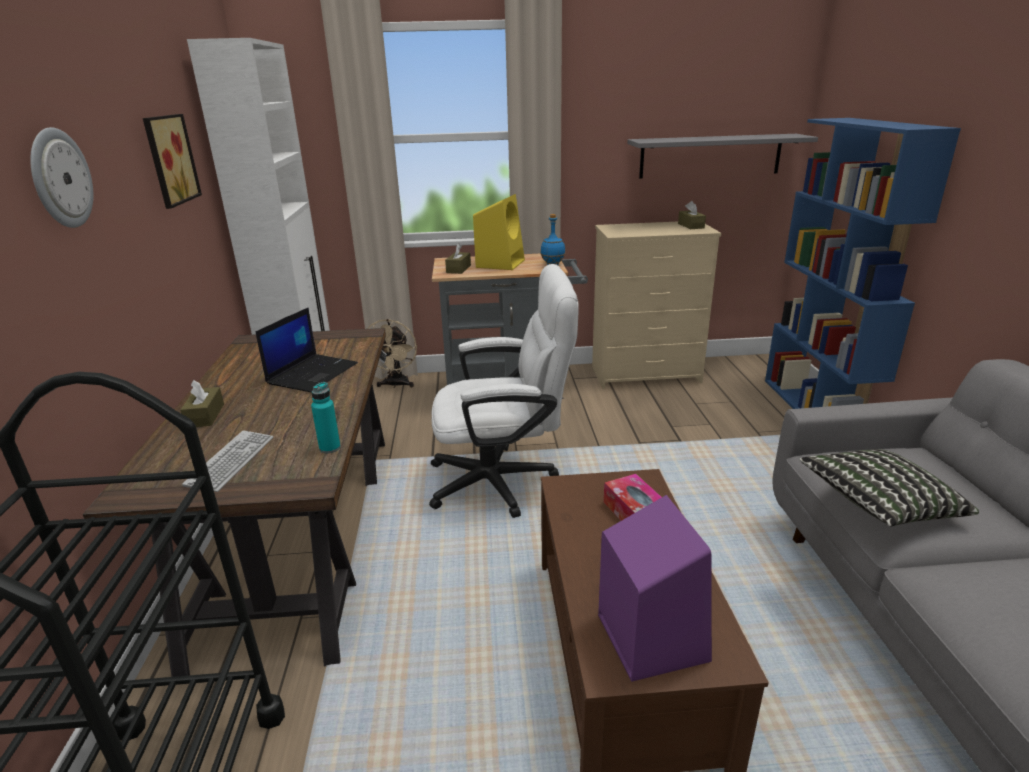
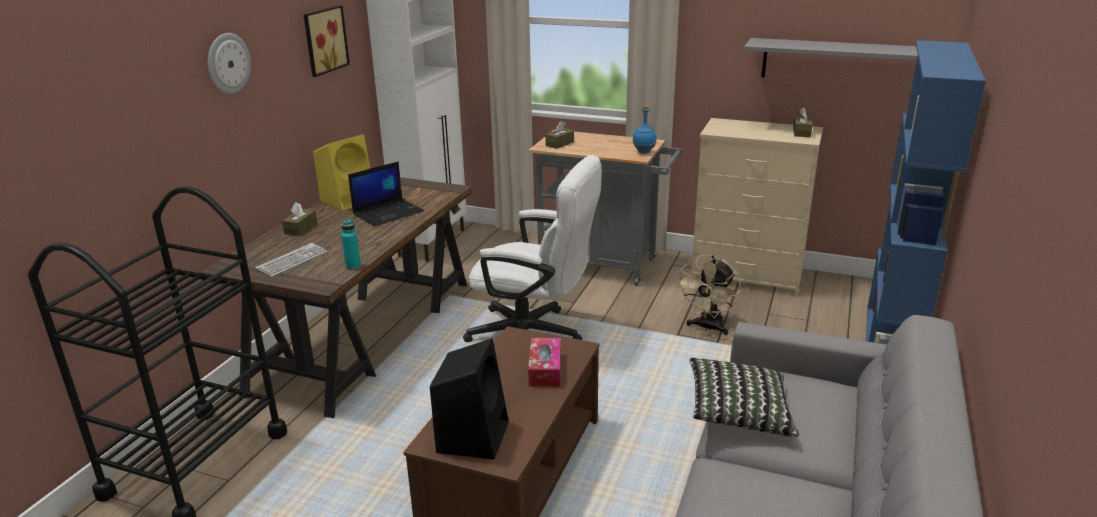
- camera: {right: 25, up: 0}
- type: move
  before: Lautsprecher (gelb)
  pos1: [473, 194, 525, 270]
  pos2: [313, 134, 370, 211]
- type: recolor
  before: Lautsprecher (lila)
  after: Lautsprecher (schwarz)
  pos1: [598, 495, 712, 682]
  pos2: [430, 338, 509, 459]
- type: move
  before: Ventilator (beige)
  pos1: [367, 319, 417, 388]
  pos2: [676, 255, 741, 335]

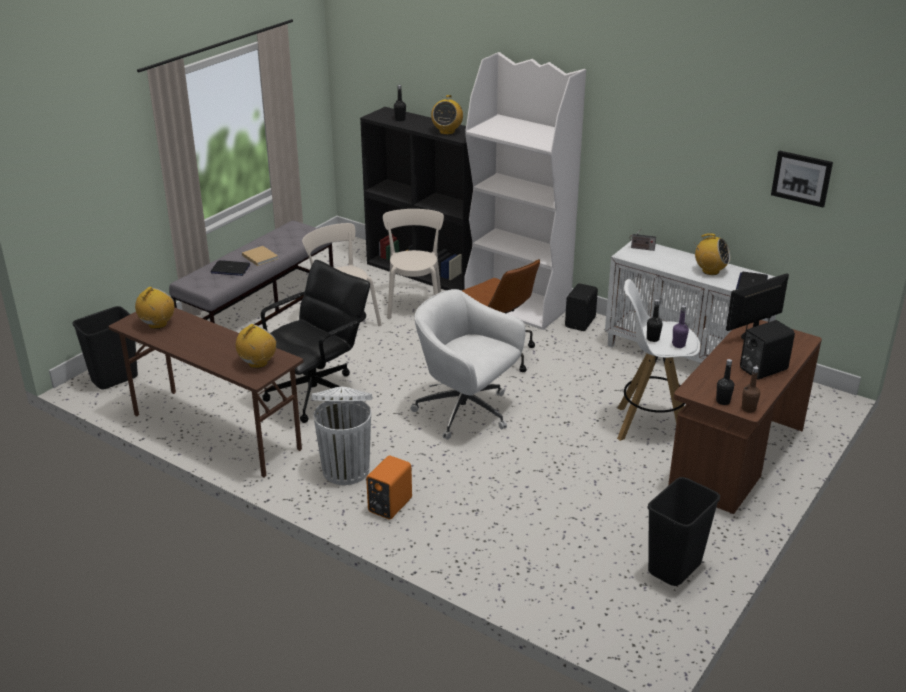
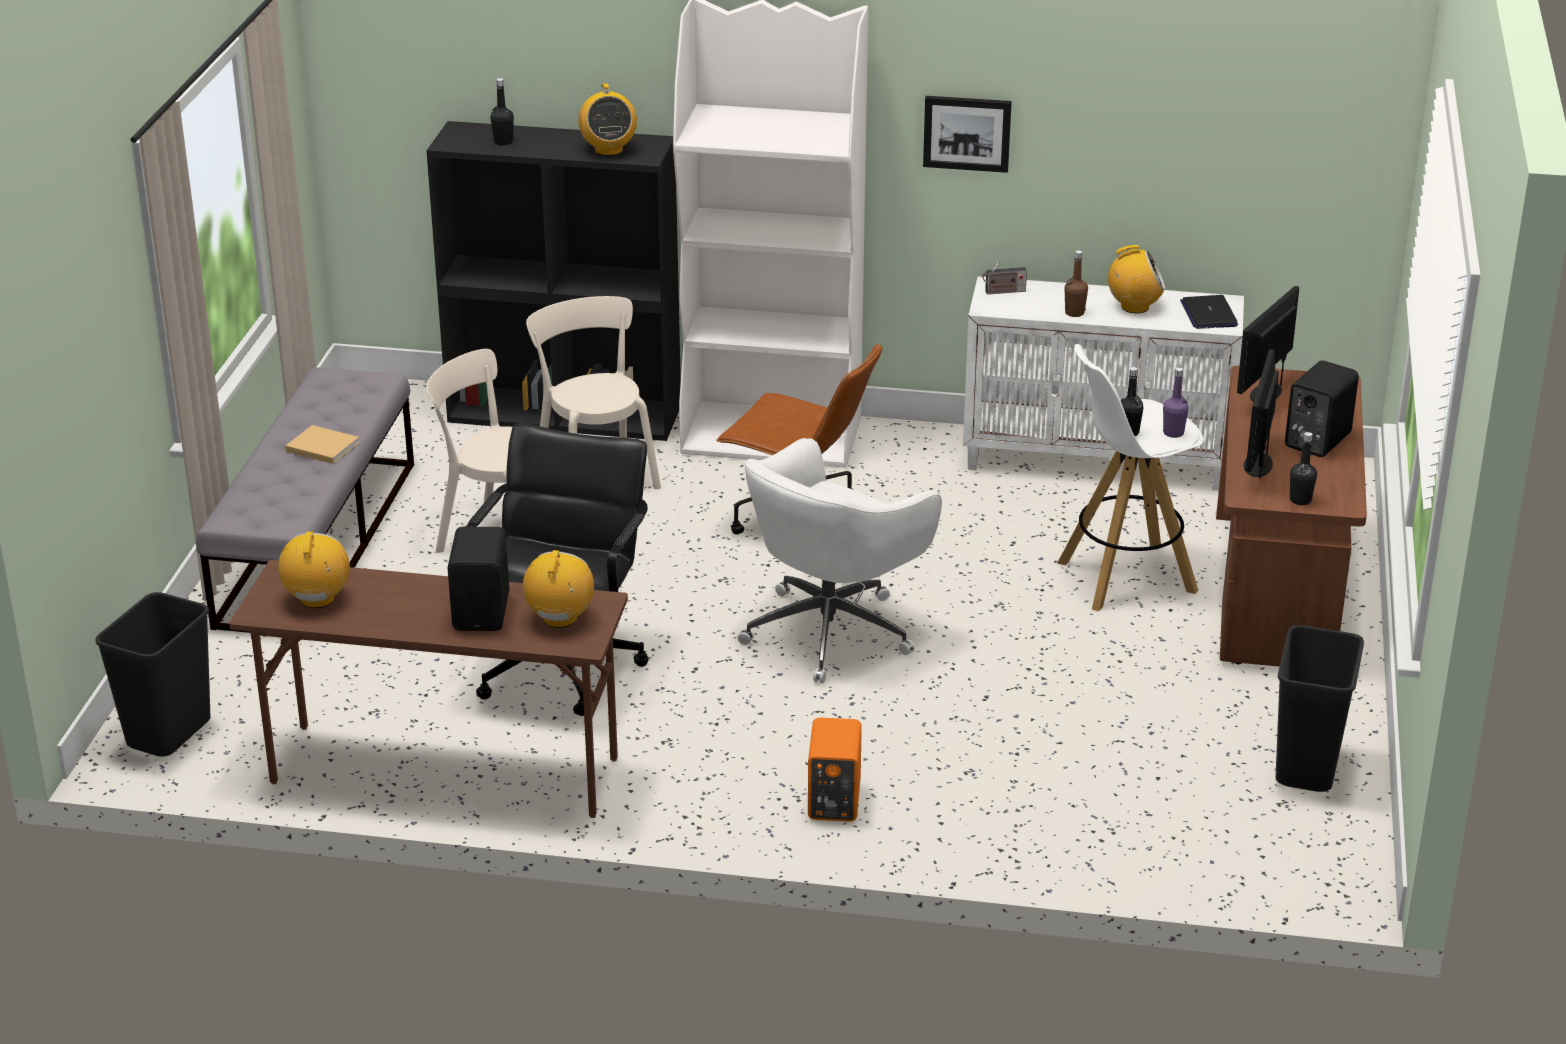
- camera: {right: -25, up: 0}
- type: move
  before: Lautsprecher (schwarz)
  pos1: [565, 283, 598, 331]
  pos2: [448, 527, 509, 631]
- type: rotate
  before: Bürostuhl (weiß)
  pos1: [410, 289, 525, 440]
  pos2: [737, 438, 942, 684]
  turn: -60
- type: move
  before: Bild
  pos1: [771, 150, 833, 207]
  pos2: [923, 96, 1012, 173]
- type: move
  before: Flasche (braun)
  pos1: [742, 366, 760, 413]
  pos2: [1065, 250, 1088, 317]
- type: insert
  after: Monitor
  pos2: [1244, 349, 1279, 478]
- type: delete
  before: Laptop
  pos1: [211, 260, 250, 276]
- type: delete
  before: Mülleimer (weiß)
  pos1: [311, 387, 372, 485]

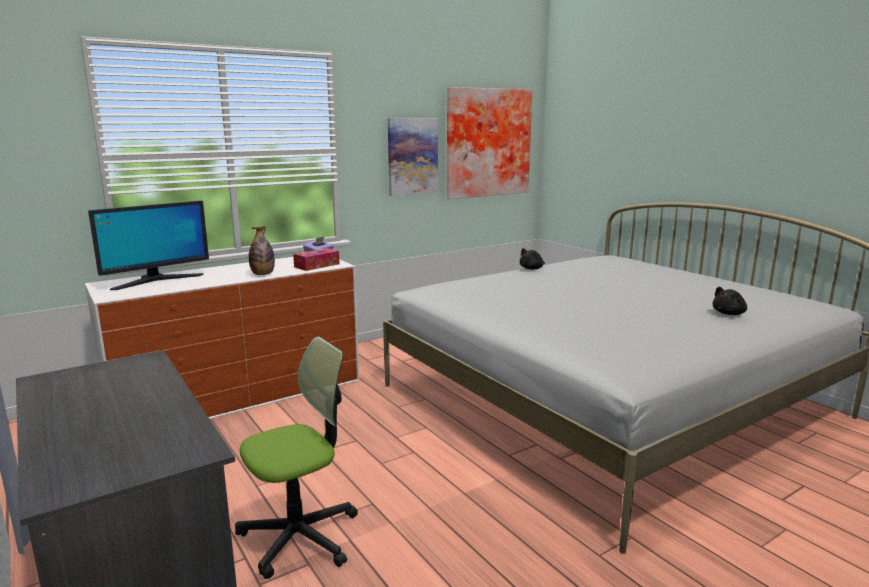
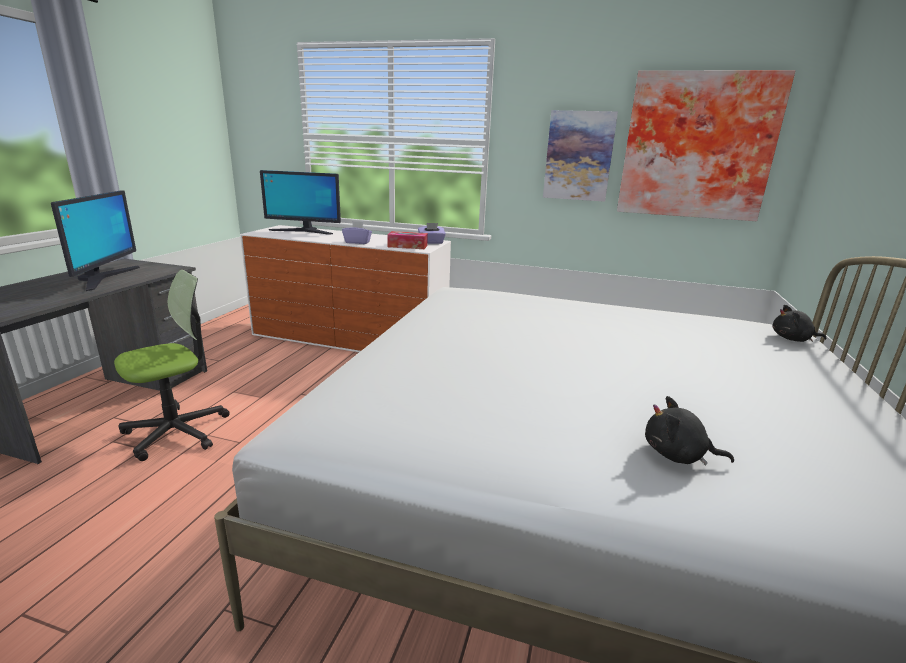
- camera: {right: 50, up: 5}
- type: insert
  after: Monitor
  pos2: [51, 190, 140, 291]
- type: rotate
  before: Bürostuhl
  pos1: [235, 337, 358, 579]
  pos2: [114, 270, 230, 461]
  turn: -60
- type: replace
  before: Flasche
  after: Taschentuchbox (lila)
  pos1: [249, 226, 275, 275]
  pos2: [342, 221, 372, 244]
- type: move
  before: Plüschtier (schwarz)
  pos1: [520, 248, 545, 270]
  pos2: [773, 305, 827, 342]

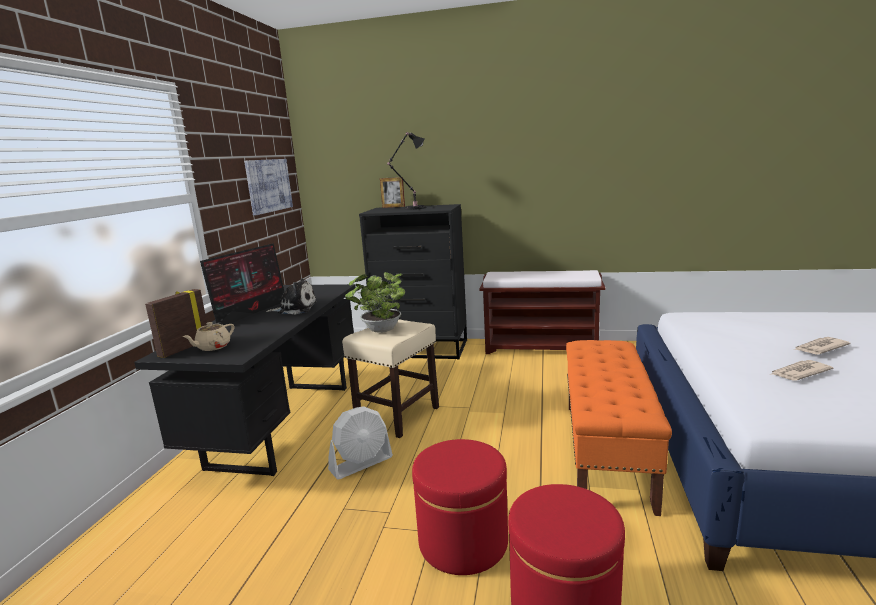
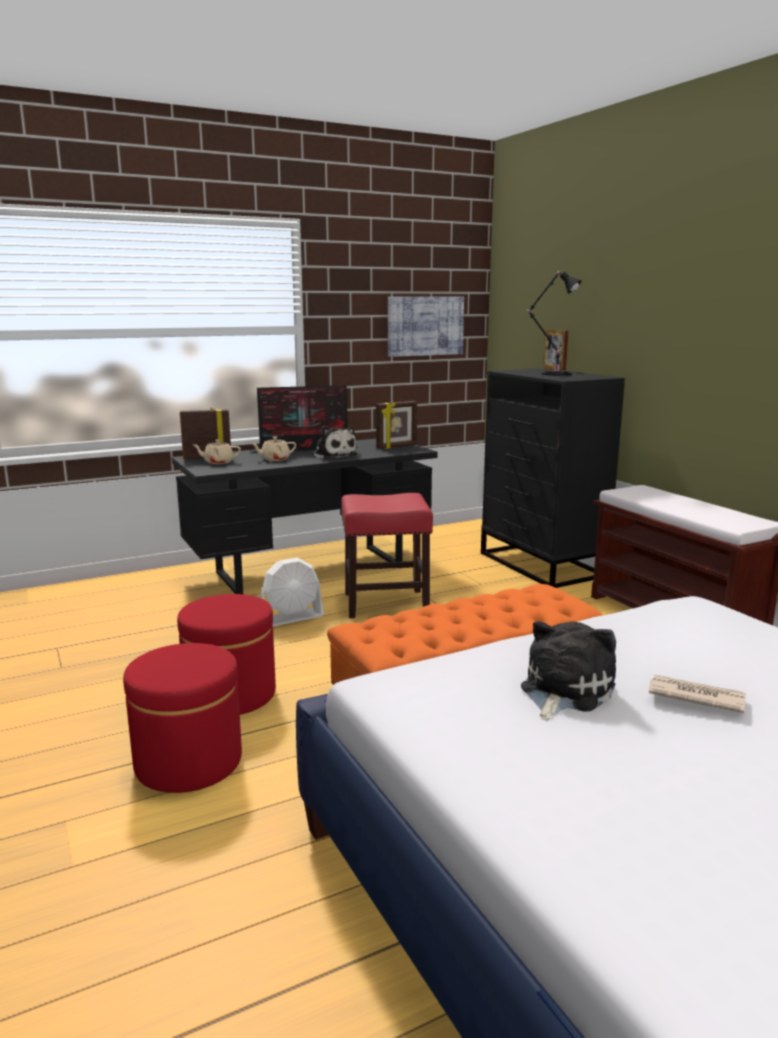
- camera: {right: 50, up: 0}
- type: insert
  after: Teekanne (beige)
  pos2: [250, 437, 296, 461]
- type: rotate
  before: Ventilator (weiß)
  pos1: [328, 406, 393, 479]
  pos2: [259, 557, 324, 627]
  turn: -45
- type: recolor
  before: Hocker (beige)
  after: Hocker (rot)
  pos1: [342, 319, 439, 438]
  pos2: [341, 493, 433, 618]
- type: insert
  after: Bilderrahmen
  pos2: [376, 401, 417, 449]
- type: replace
  before: Zeitung
  after: Plüschtier
  pos1: [772, 360, 833, 381]
  pos2: [521, 621, 616, 721]
- type: delete
  before: Topfpflanze
  pos1: [345, 272, 405, 333]

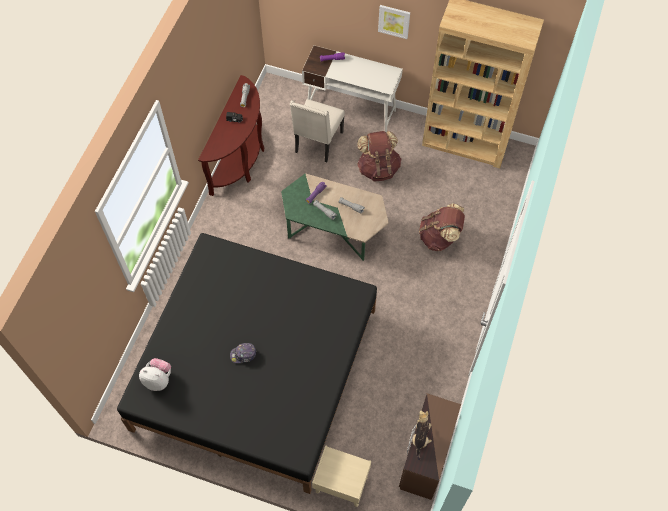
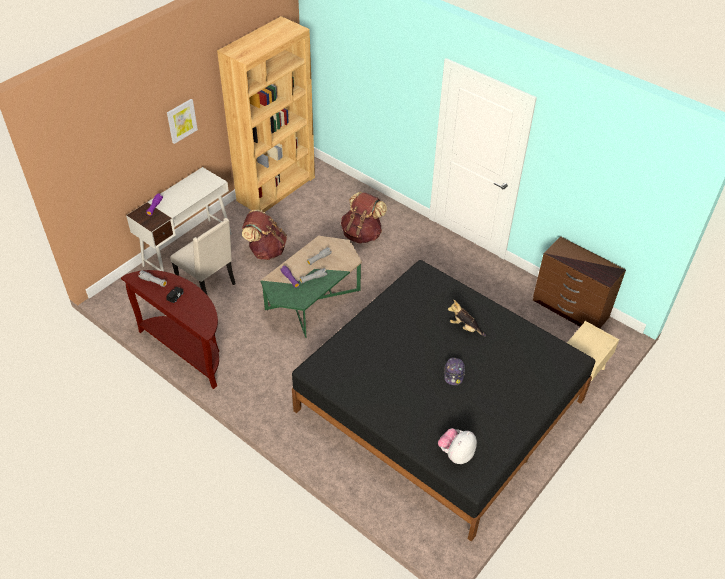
- camera: {right: -70, up: -15}
- type: move
  before: Plüschtier
  pos1: [413, 411, 432, 460]
  pos2: [448, 300, 486, 336]

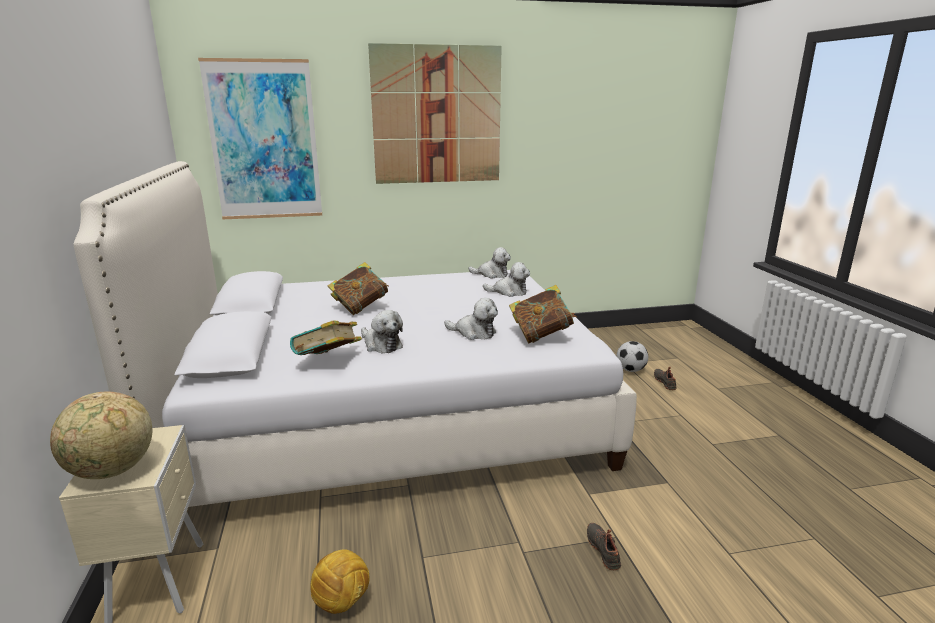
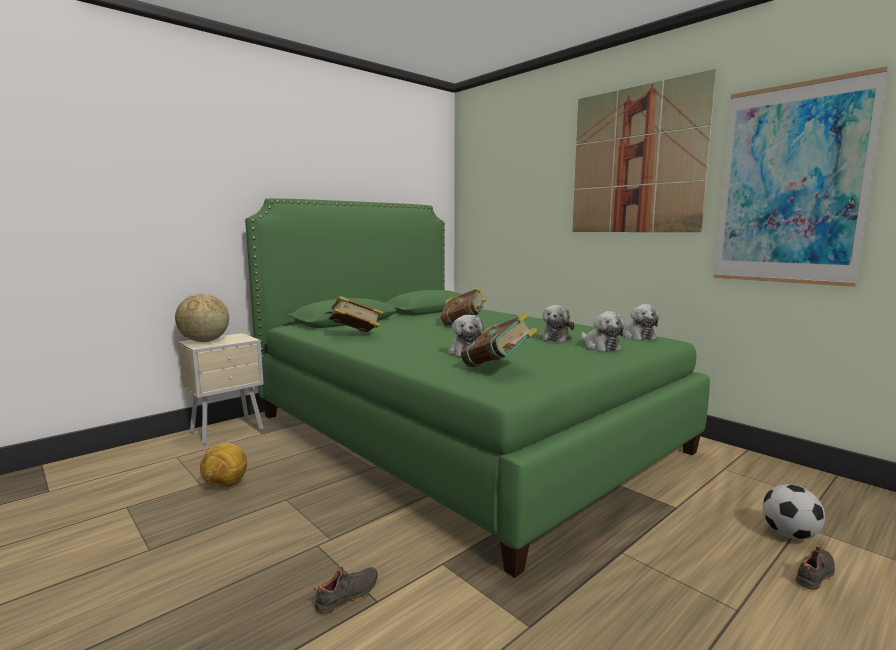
- camera: {right: 60, up: -10}
- type: recolor
  before: Bett (weiß)
  after: Bett (grün)
  pos1: [74, 161, 637, 507]
  pos2: [245, 198, 710, 578]
- type: move
  before: Plüschtier
  pos1: [361, 310, 403, 353]
  pos2: [539, 305, 575, 342]
- type: move
  before: Bild
  pos1: [198, 58, 322, 219]
  pos2: [714, 66, 889, 287]

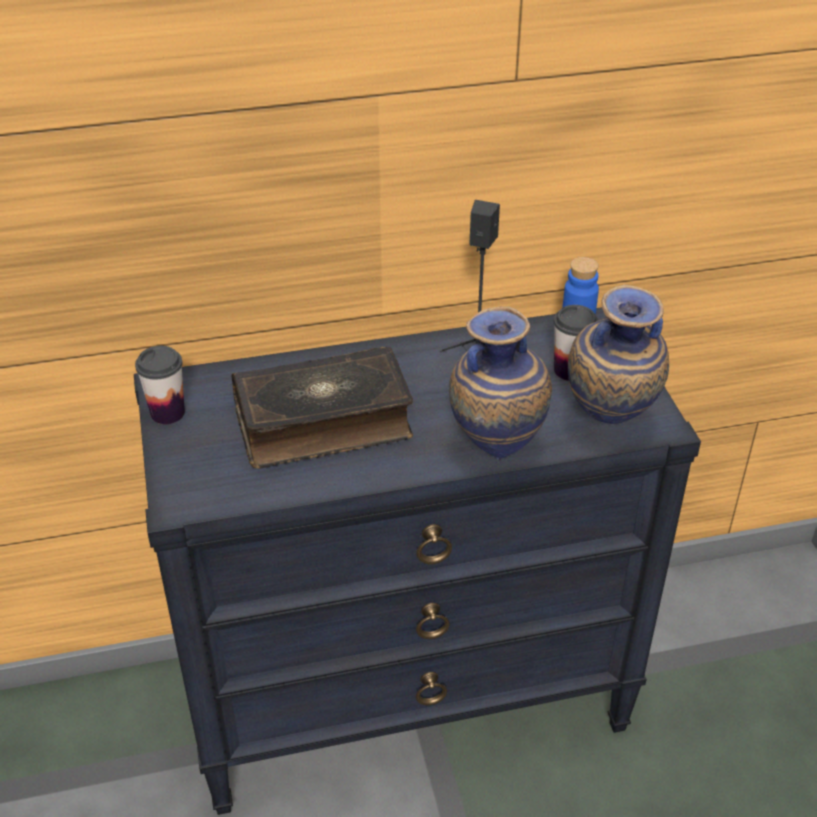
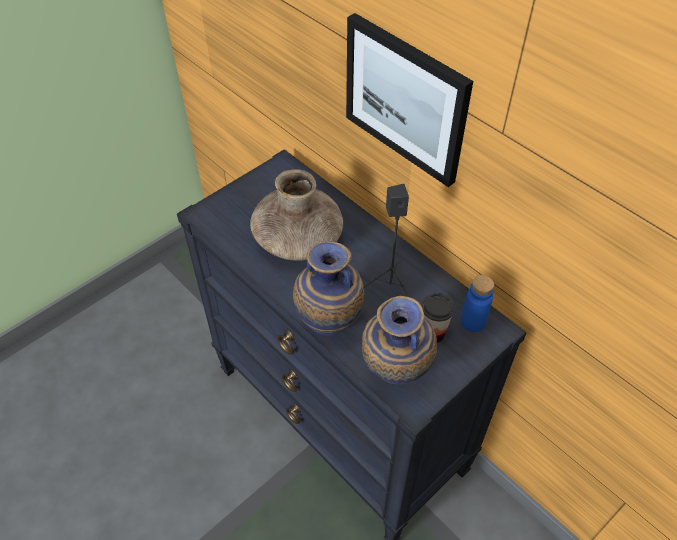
- camera: {right: 60, up: 10}
- type: replace
  before: Buch
  after: Vase (braun)
  pos1: [232, 347, 413, 469]
  pos2: [250, 169, 343, 260]
- type: insert
  after: Bild
  pos2: [346, 13, 473, 187]
- type: delete
  before: Tasse
  pos1: [135, 346, 185, 424]

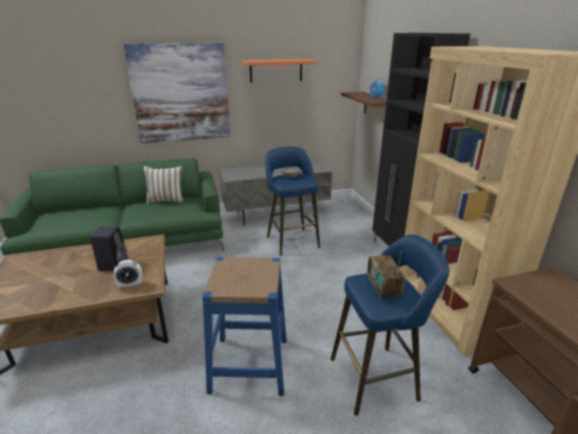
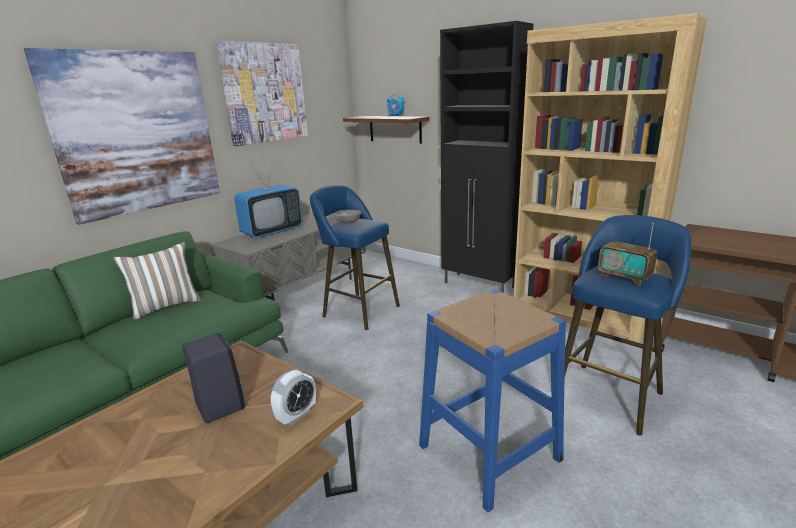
- camera: {right: -35, up: -5}
- type: replace
  before: Wandregal (orange)
  after: Bild
  pos1: [242, 59, 318, 83]
  pos2: [216, 41, 308, 146]
- type: insert
  after: Fernseher
  pos2: [234, 161, 303, 238]

